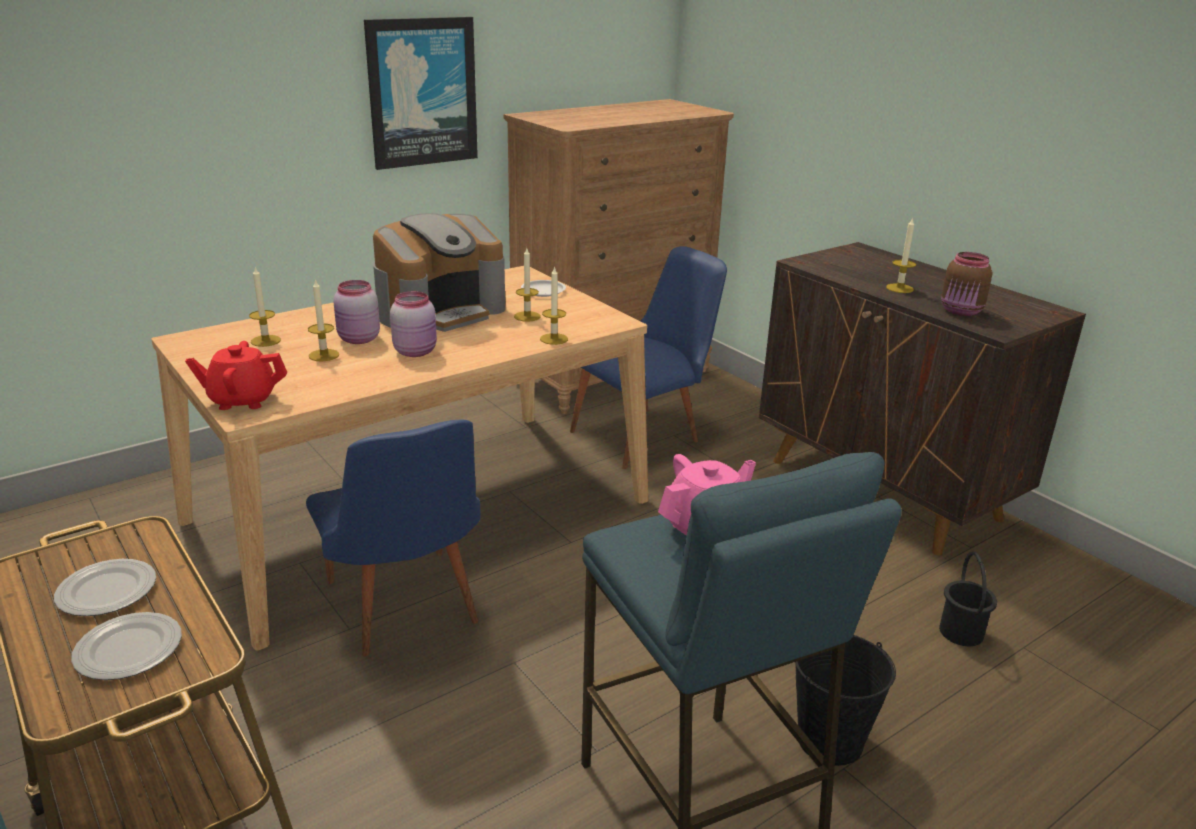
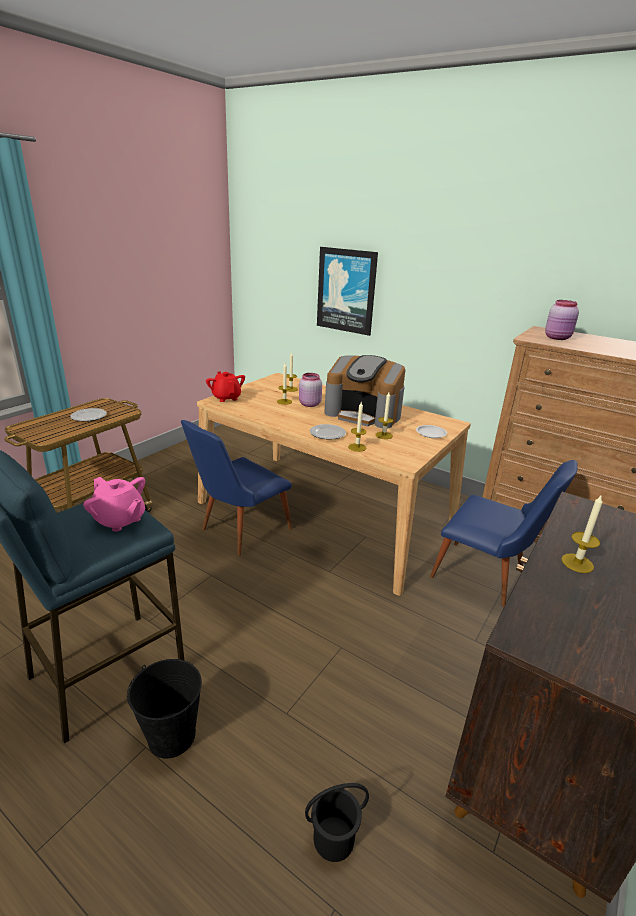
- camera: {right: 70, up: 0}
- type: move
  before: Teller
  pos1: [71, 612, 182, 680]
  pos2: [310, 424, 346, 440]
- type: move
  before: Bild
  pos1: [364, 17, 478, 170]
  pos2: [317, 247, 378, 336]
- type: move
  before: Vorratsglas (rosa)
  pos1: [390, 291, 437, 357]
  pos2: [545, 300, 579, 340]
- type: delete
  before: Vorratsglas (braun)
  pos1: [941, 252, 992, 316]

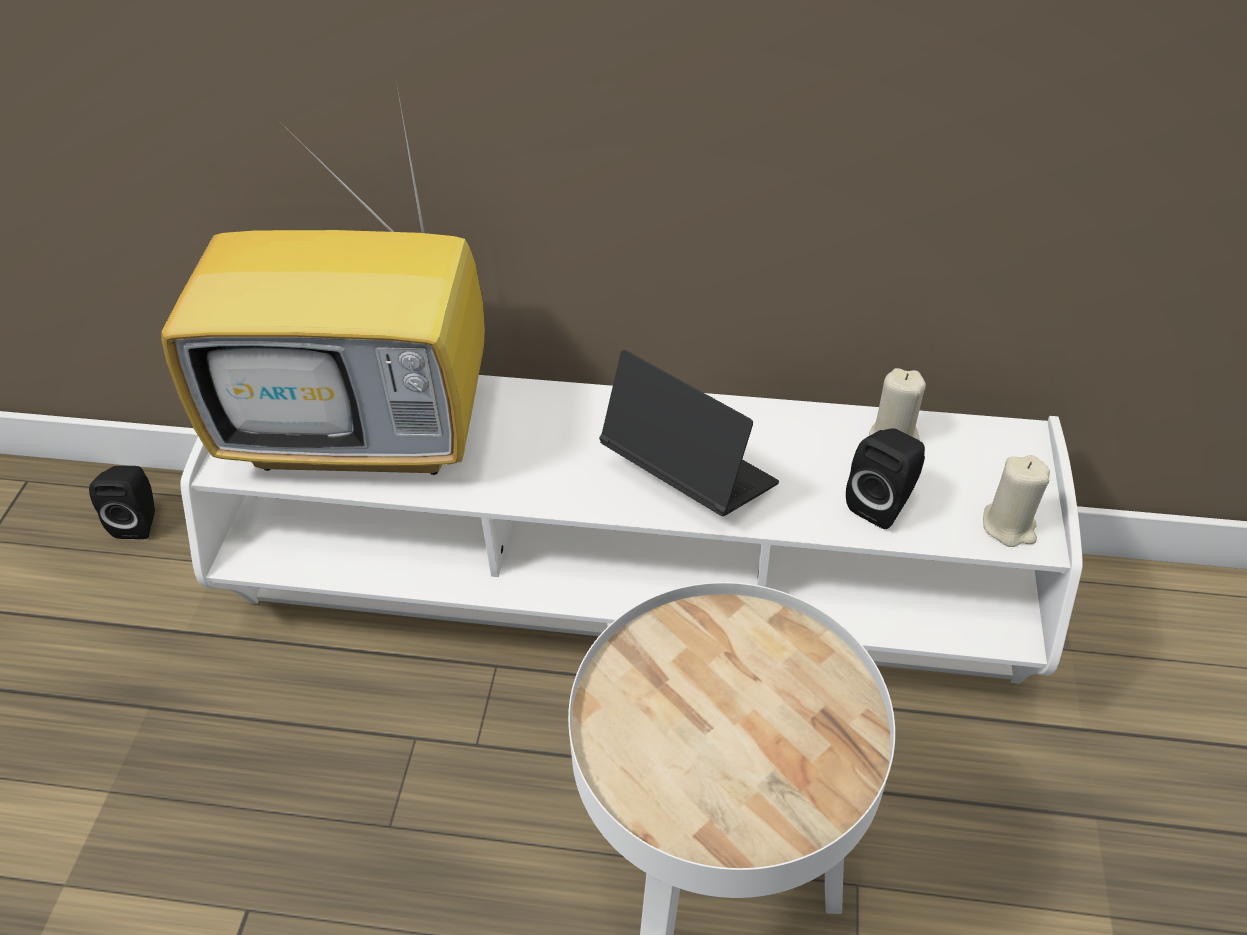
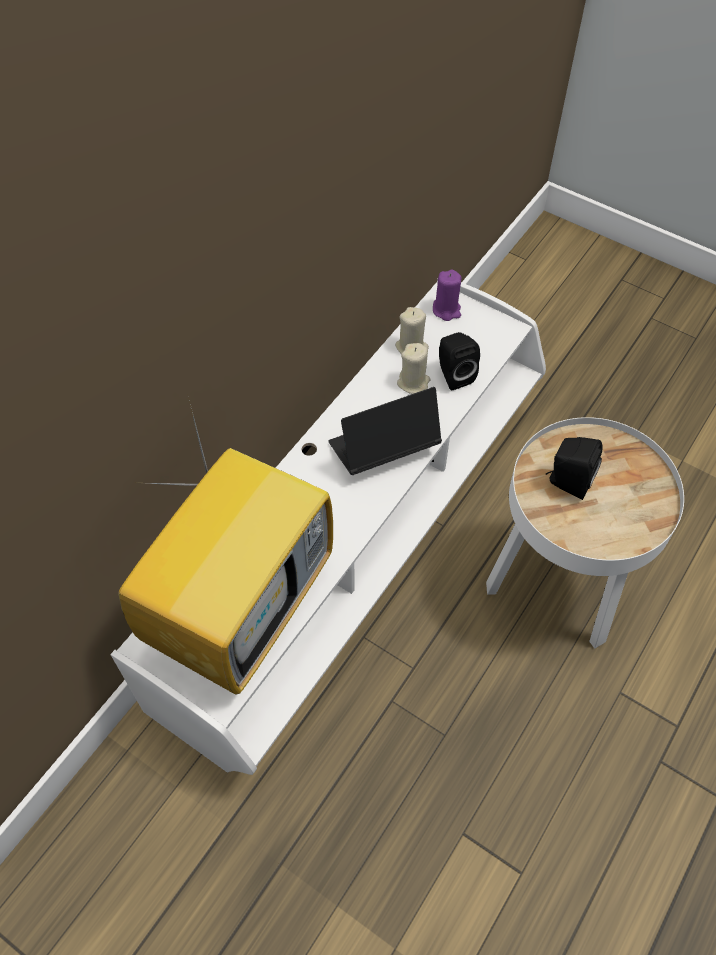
- camera: {right: -65, up: 10}
- type: move
  before: Kerze (beige)
  pos1: [983, 455, 1050, 547]
  pos2: [397, 343, 430, 394]
- type: insert
  after: Kerze (lila)
  pos2: [433, 270, 461, 321]
- type: move
  before: Lautsprecher (schwarz)
  pos1: [89, 466, 155, 539]
  pos2: [546, 437, 603, 500]

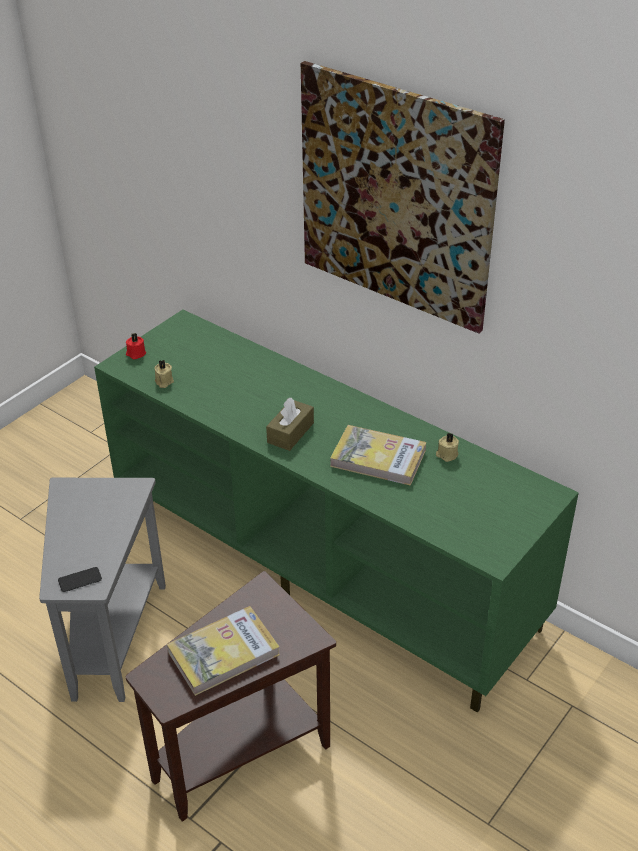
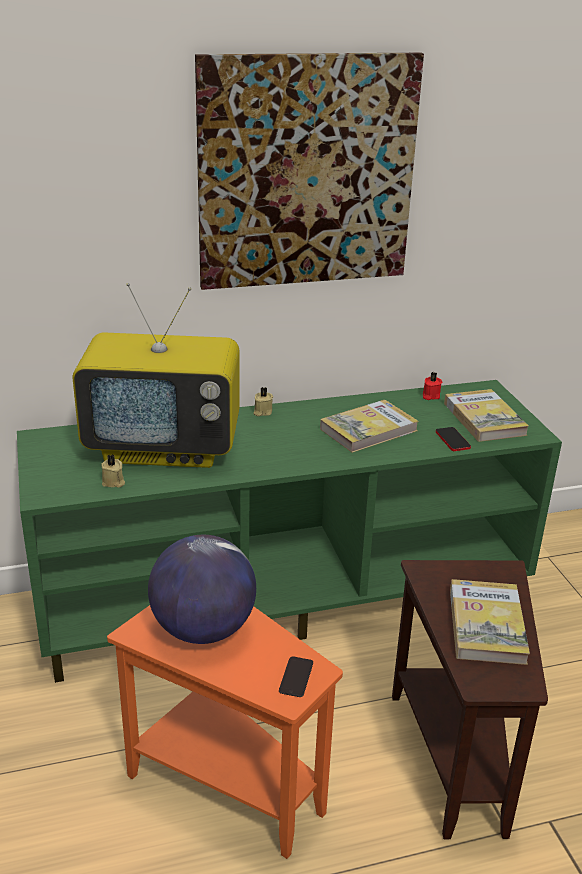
- camera: {right: -55, up: -10}
- type: insert
  after: Fernseher
  pos2: [73, 283, 240, 468]
- type: recolor
  before: Beistelltisch (grau)
  after: Beistelltisch (orange)
  pos1: [39, 478, 166, 702]
  pos2: [107, 605, 343, 859]
- type: insert
  after: Globus
  pos2: [148, 535, 256, 644]
- type: move
  before: Kerze (beige)
  pos1: [436, 433, 459, 462]
  pos2: [254, 387, 273, 416]
- type: move
  before: Kerze (rot)
  pos1: [126, 333, 146, 359]
  pos2: [423, 372, 442, 400]
- type: insert
  after: Handy
  pos2: [436, 427, 471, 451]
- type: insert
  after: Buch
  pos2: [444, 389, 529, 442]
- type: delete
  before: Taschentuchbox (braun)
  pos1: [266, 397, 314, 451]

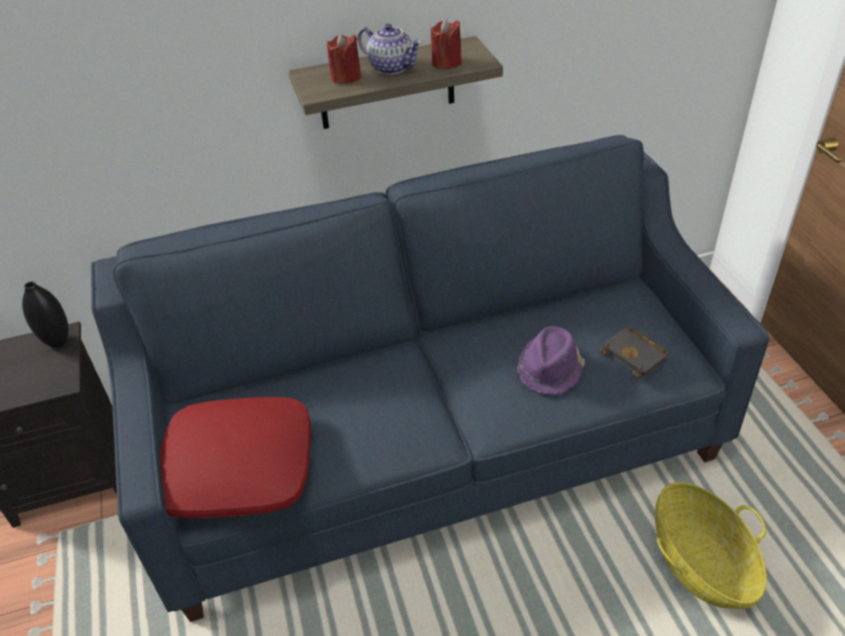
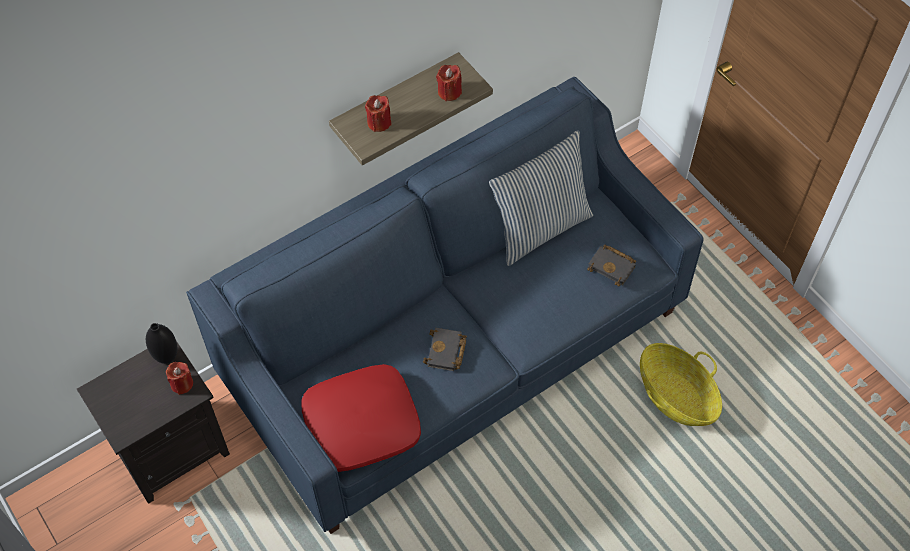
- camera: {right: -20, up: 15}
- type: insert
  after: Kerze (rot)
  pos2: [166, 362, 193, 395]
- type: insert
  after: Buch (schwarz)
  pos2: [423, 328, 467, 371]
- type: insert
  after: Kissen
  pos2: [489, 130, 593, 266]
- type: delete
  before: Teekanne
  pos1: [358, 24, 422, 75]
- type: delete
  before: Hut (lila)
  pos1: [517, 326, 585, 395]

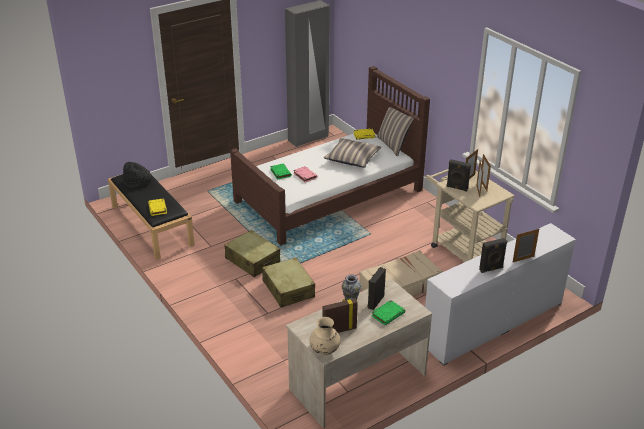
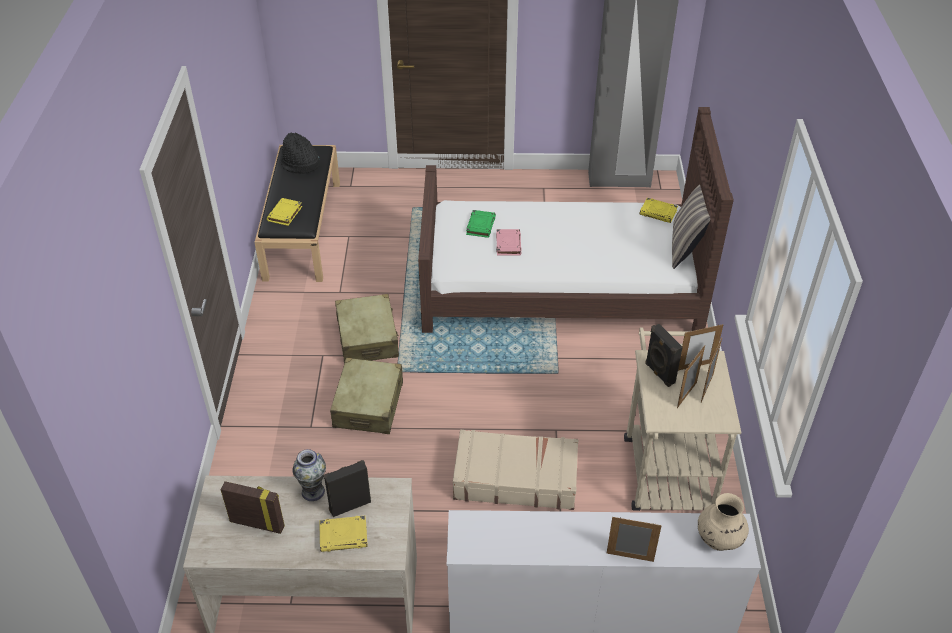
- camera: {right: 35, up: 10}
- type: recolor
  before: Buch (grün)
  after: Buch (gelb)
  pos1: [371, 300, 405, 325]
  pos2: [319, 516, 368, 552]
- type: move
  before: Vase (beige)
  pos1: [309, 317, 341, 355]
  pos2: [698, 493, 749, 551]
- type: delete
  before: Kissen
  pos1: [324, 138, 382, 168]
- type: delete
  before: Lautsprecher (schwarz)
  pos1: [479, 238, 507, 273]

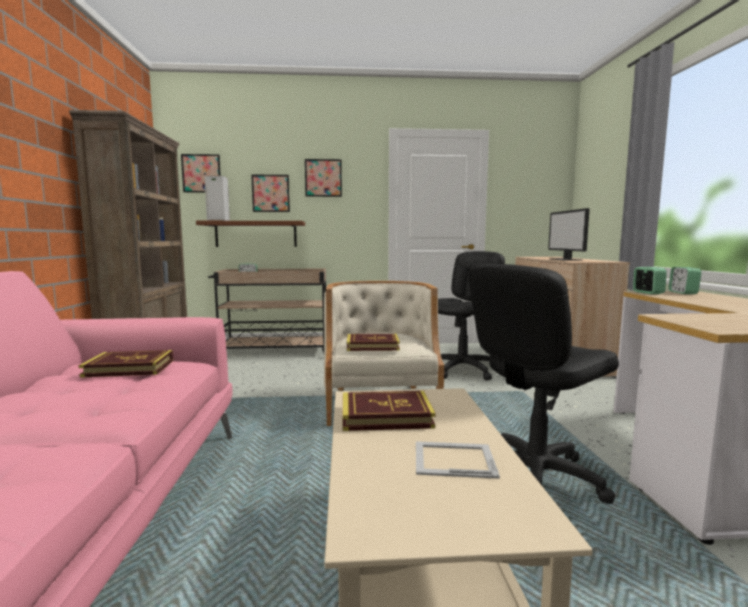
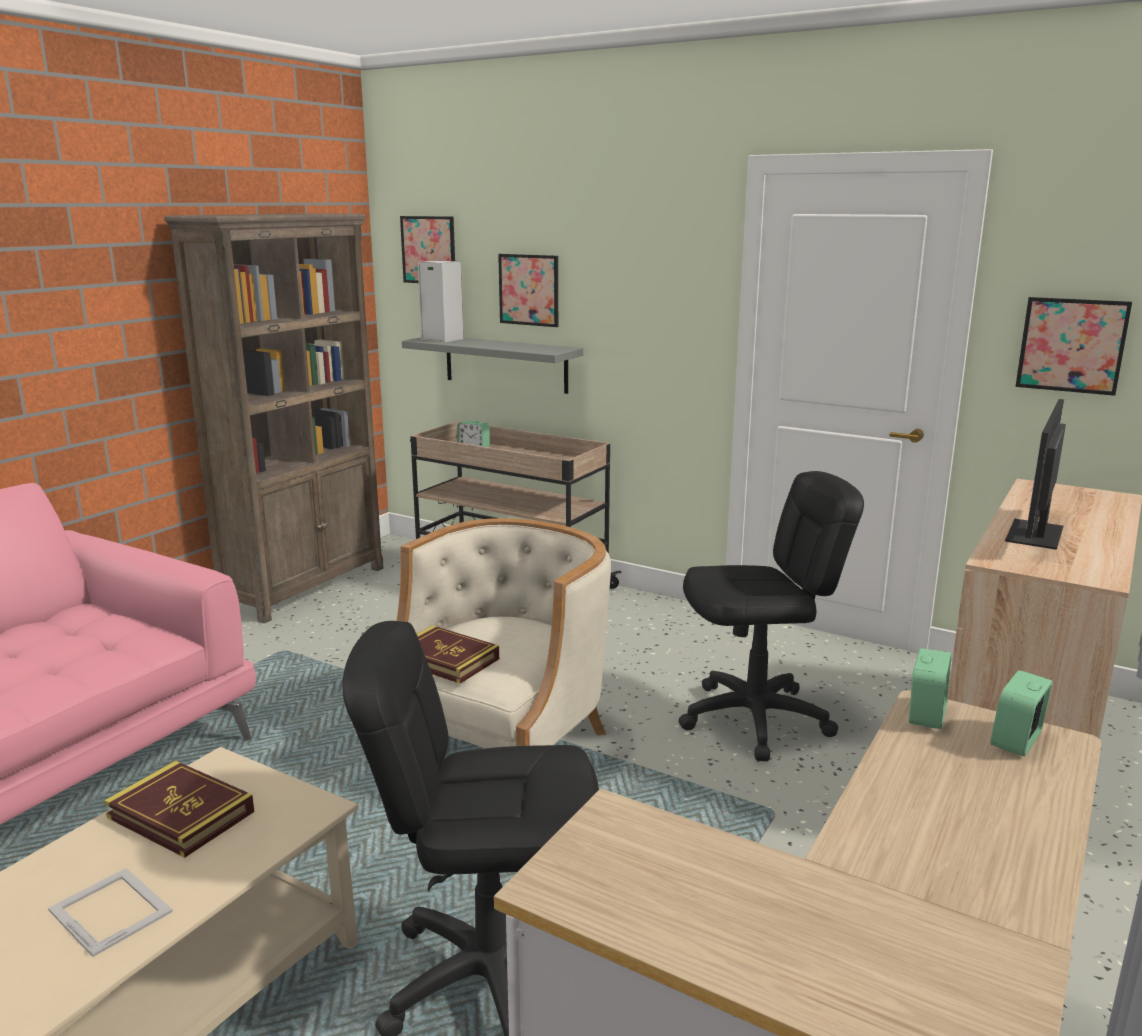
- camera: {right: 35, up: 10}
- type: recolor
  before: Wandregal (braun)
  after: Wandregal (grau)
  pos1: [196, 221, 305, 247]
  pos2: [402, 337, 583, 394]
- type: move
  before: Bild
  pos1: [305, 159, 342, 197]
  pos2: [1015, 297, 1132, 396]
- type: delete
  before: Buch
  pos1: [78, 350, 173, 378]

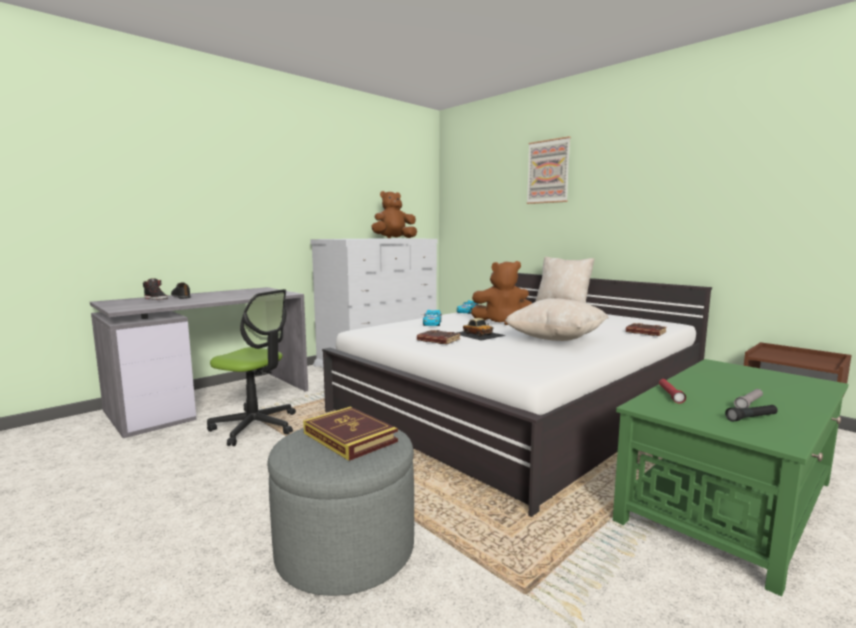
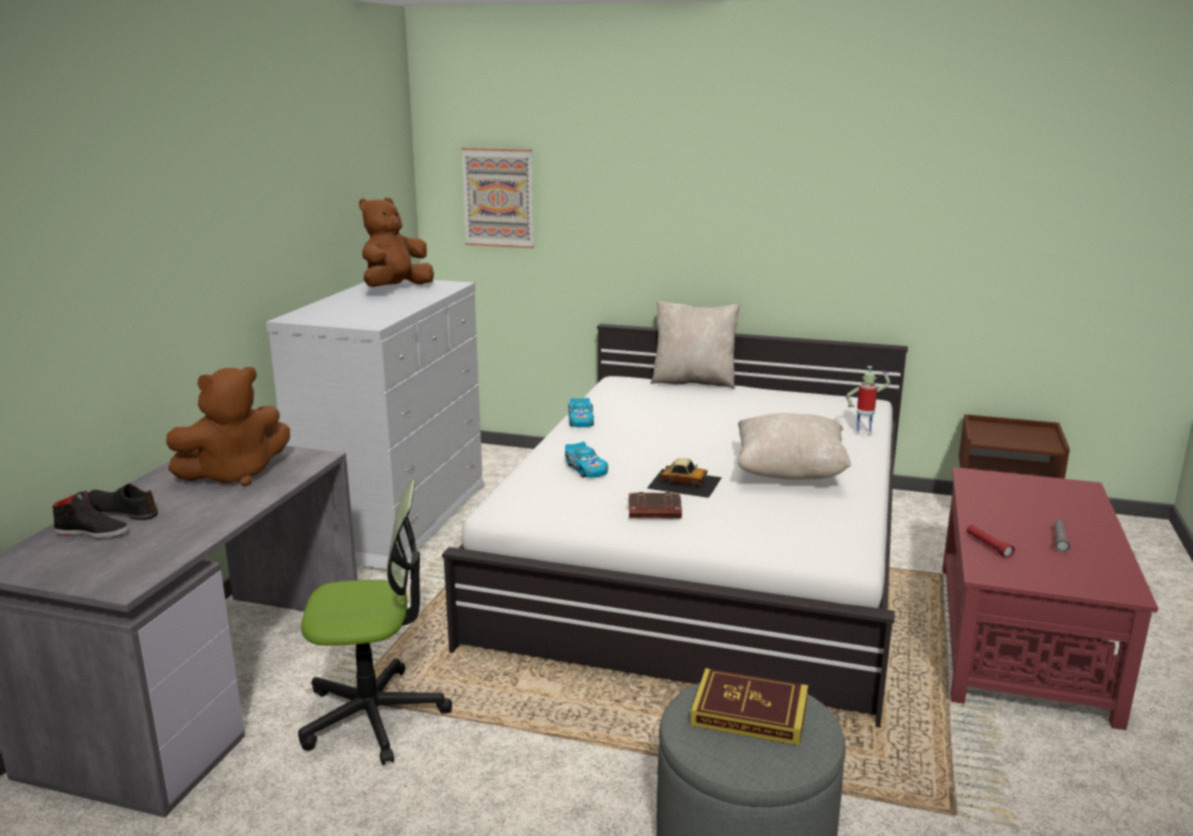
- camera: {right: -30, up: 10}
- type: move
  before: Plüschtier (braun)
  pos1: [471, 261, 532, 325]
  pos2: [166, 367, 290, 486]
- type: move
  before: Bild
  pos1: [526, 136, 571, 204]
  pos2: [461, 148, 534, 248]
- type: replace
  before: Buch (braun)
  after: Spielzeugroboter
  pos1: [626, 323, 667, 336]
  pos2: [846, 366, 890, 435]
- type: recolor
  before: Couchtisch (grün)
  after: Couchtisch (rot)
  pos1: [613, 359, 849, 597]
  pos2: [942, 467, 1158, 730]
- type: delete
  before: Taschenlampe (schwarz)
  pos1: [725, 405, 778, 422]

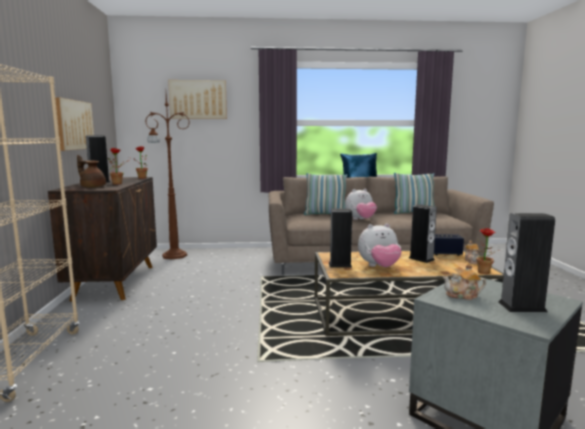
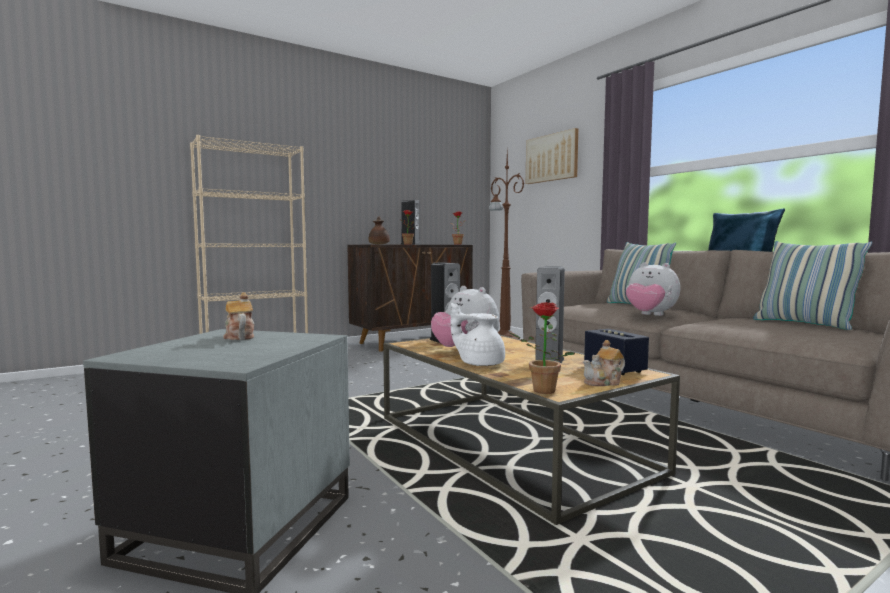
- camera: {right: 60, up: -5}
- type: insert
  after: Teekanne (weiß)
  pos2: [451, 303, 505, 366]
- type: delete
  before: Bild
  pos1: [55, 97, 94, 151]
- type: delete
  before: Lautsprecher
  pos1: [498, 213, 555, 312]

